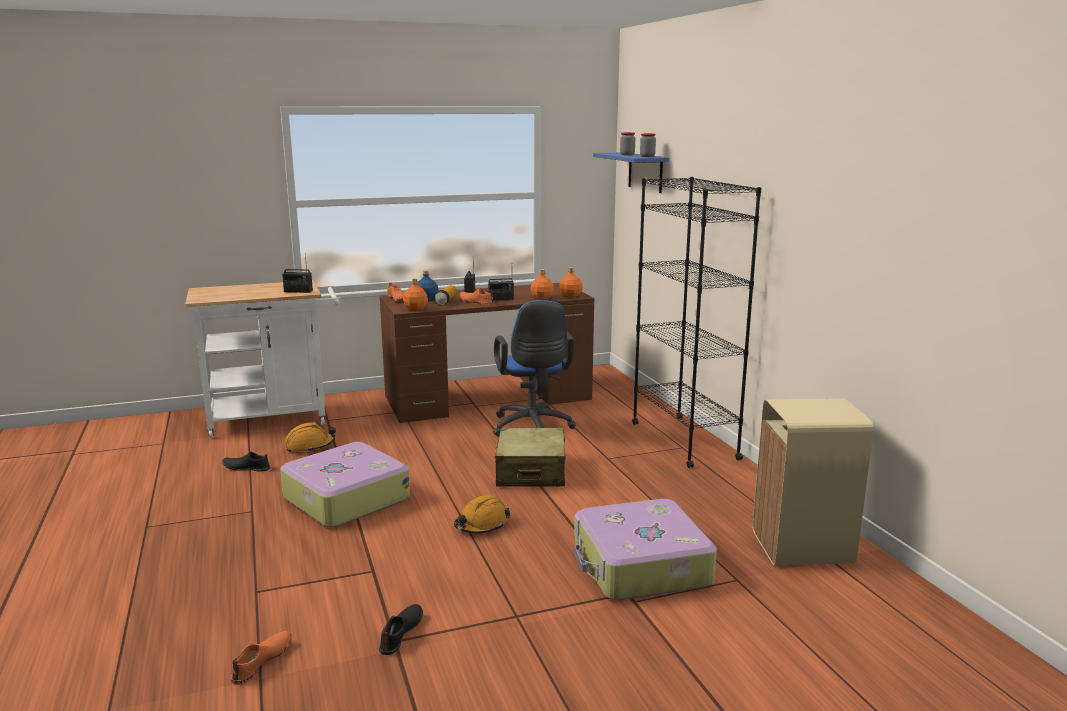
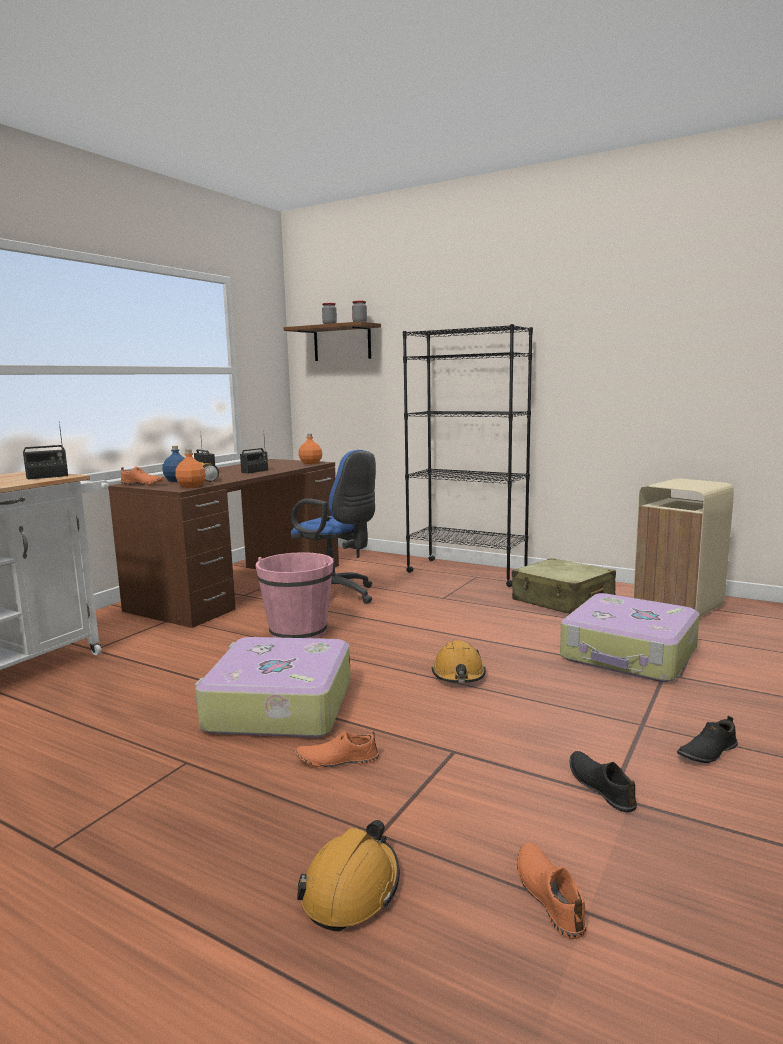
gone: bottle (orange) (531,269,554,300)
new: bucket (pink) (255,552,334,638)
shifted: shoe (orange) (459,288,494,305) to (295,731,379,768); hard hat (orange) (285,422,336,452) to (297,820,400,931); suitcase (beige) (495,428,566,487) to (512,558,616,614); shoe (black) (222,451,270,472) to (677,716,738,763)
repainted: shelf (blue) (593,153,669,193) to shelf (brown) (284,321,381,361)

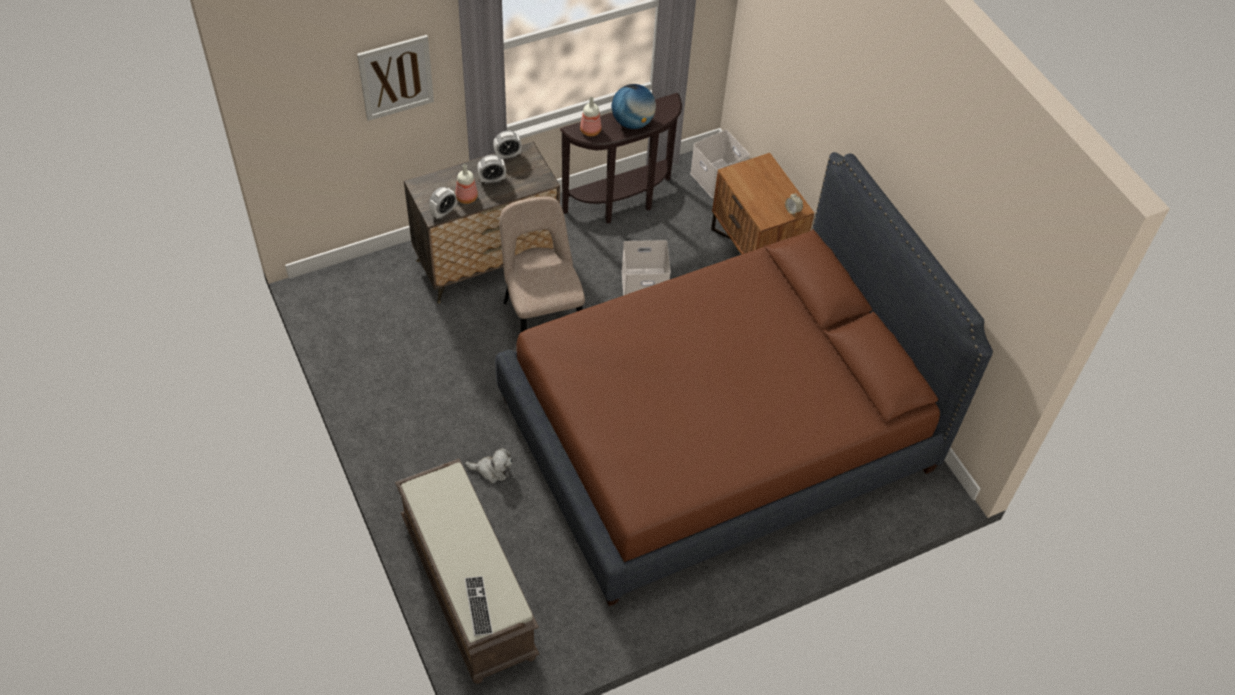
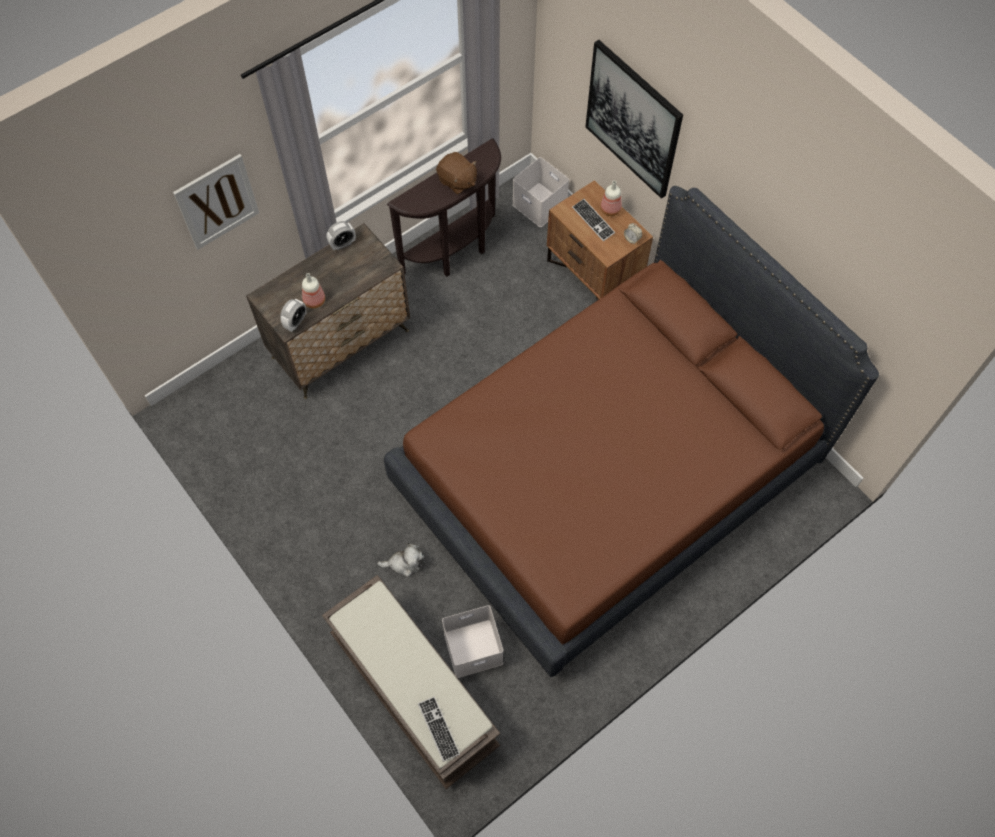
gone: alarm clock (477,155,506,184); chair (beige) (499,197,585,333)
new: keyboard (572,199,615,241); picture (585,40,683,199)
shifted: storage box (white) (622,240,671,296) to (442,605,503,678); bottle (580,97,602,136) to (600,181,622,216)
swapped: globe (612,84,656,129) to plush toy (brown) (436,152,477,195)

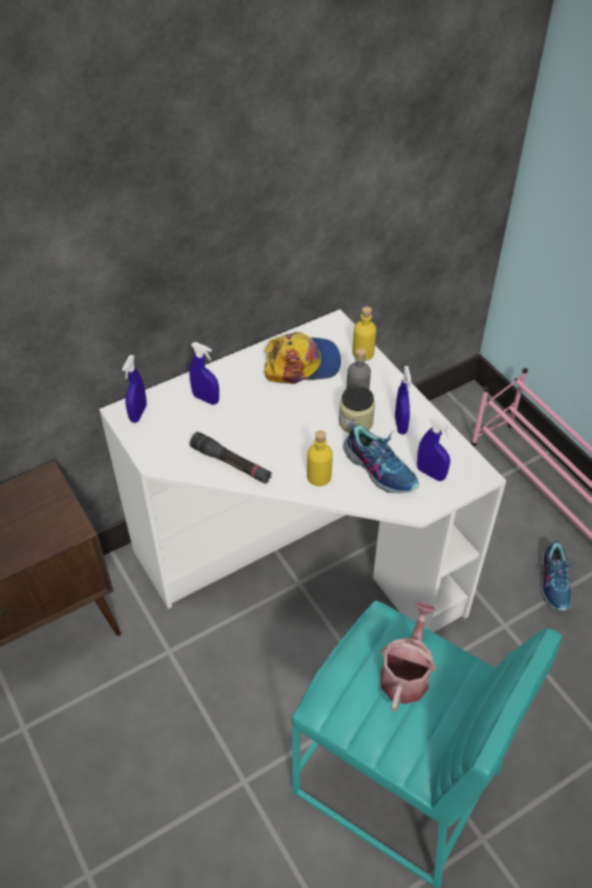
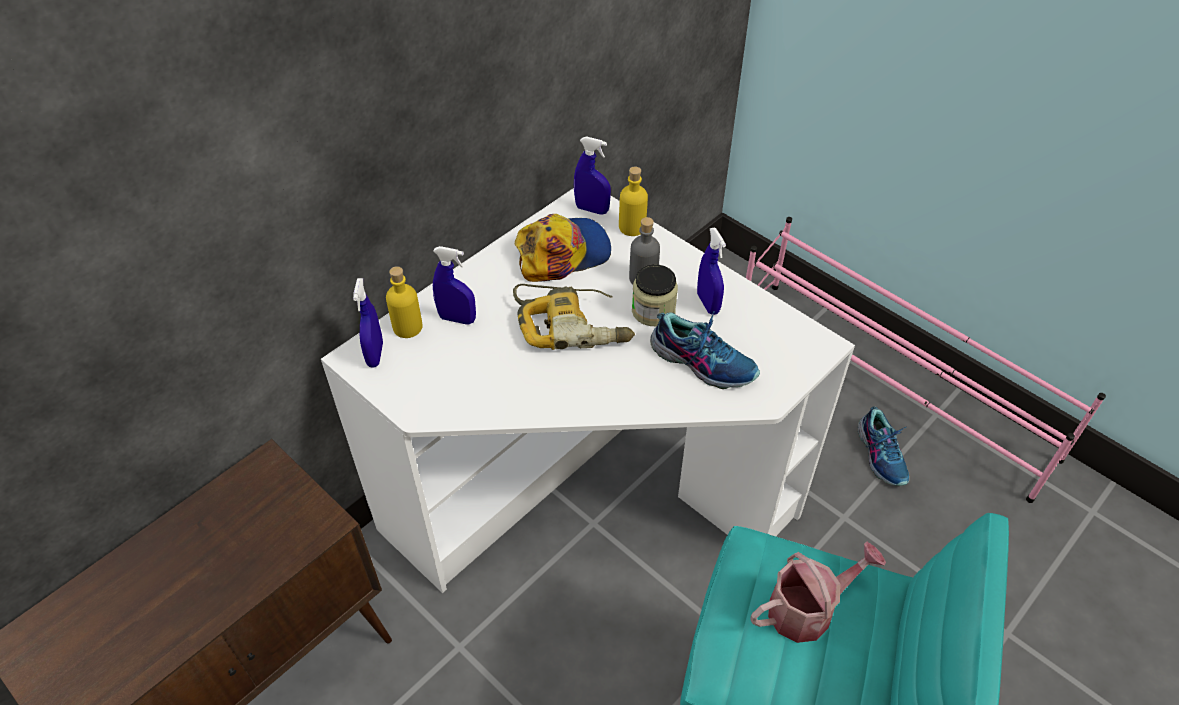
gone: flashlight (black) (190,432,272,484)
new: power drill (513,284,635,350)
shifted: bottle (yellow) (307,430,333,486) to (386,266,423,338); spray bottle (blue) (417,416,453,481) to (574,136,611,215)
rotated: watering can (381,602,436,712) = (750,542,886,643) 60 degrees clockwise

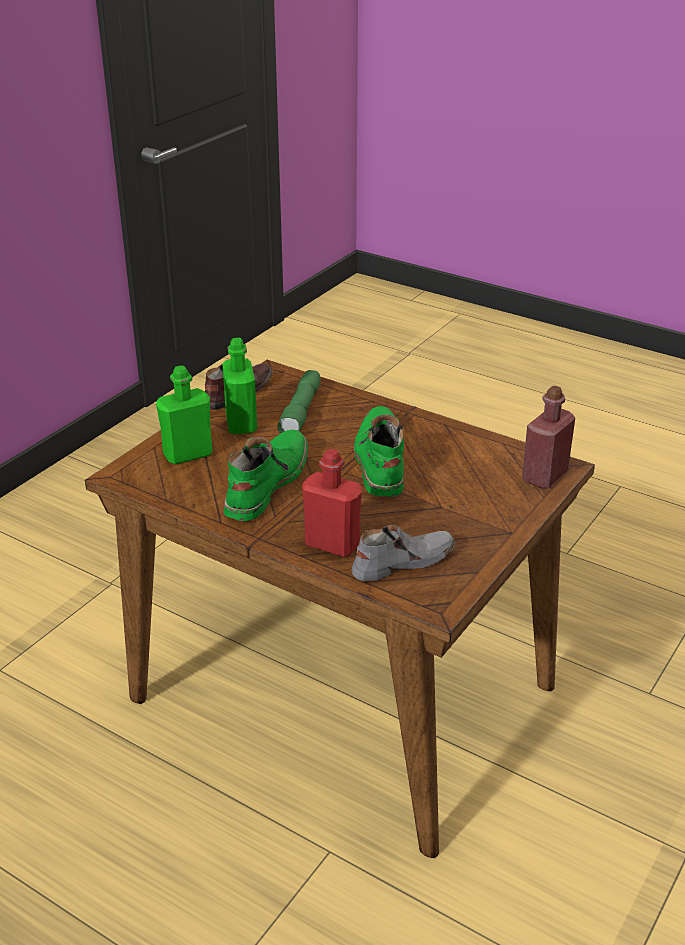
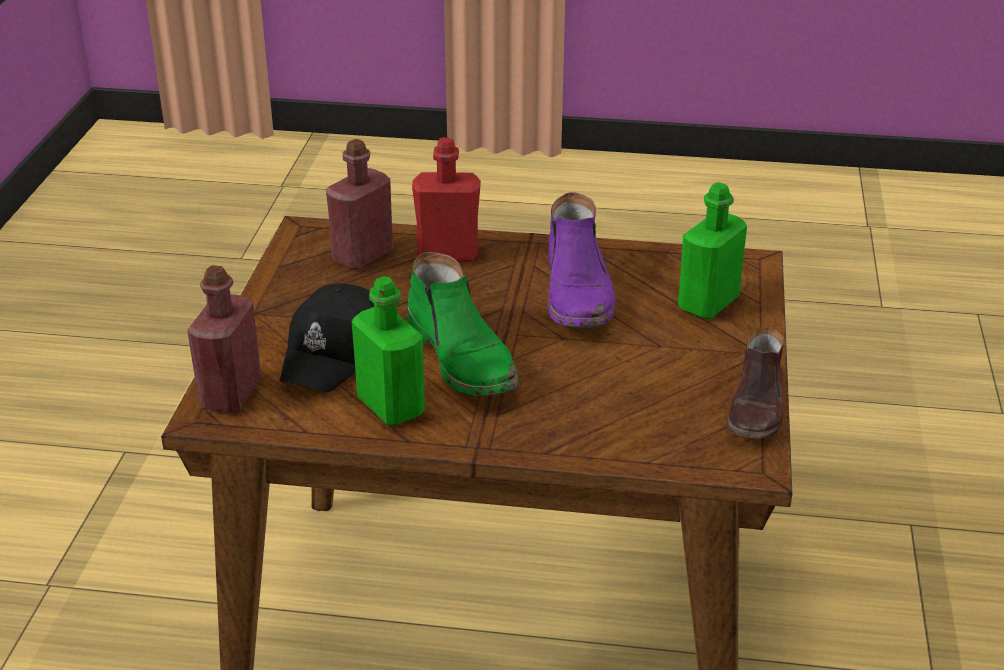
gone: flashlight (green) (277,370,321,433)
new: cap (black) (280,283,374,393)
shifted: bottle (green) (222,338,257,434) to (352,276,425,426)
swapped: shoe (grey) (352,524,456,581) to bottle (red) (326,139,393,270)
repainted: boot (green) (224,430,308,521) to boot (purple) (547,192,616,328)

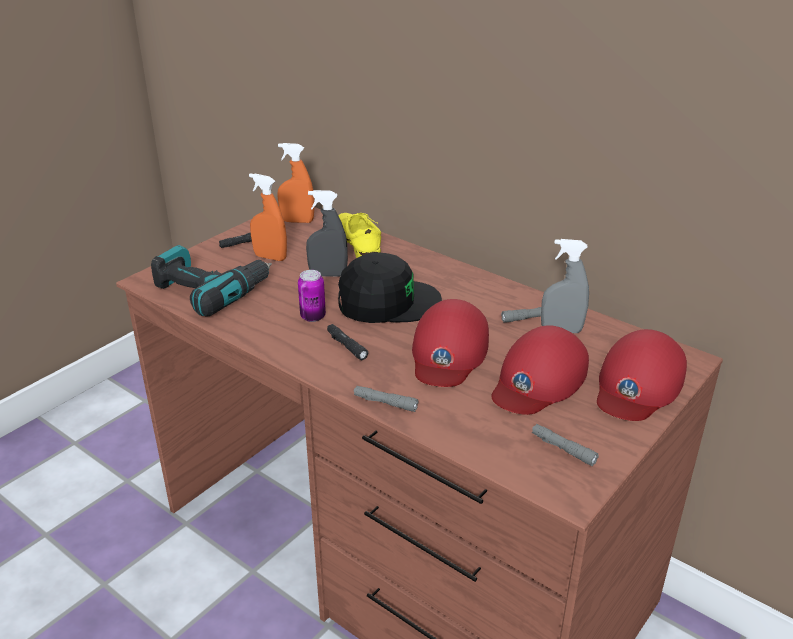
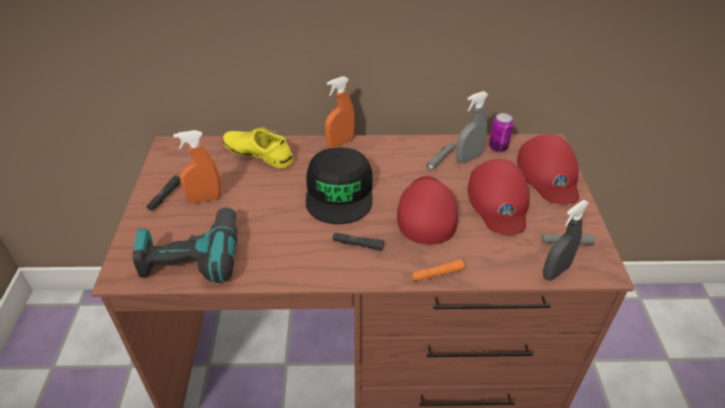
shifted: spray bottle (orange) (277,143,315,223) to (325,76,355,147); can (298,270,326,322) to (489,113,513,152); spray bottle (grey) (306,190,348,277) to (543,200,589,281)
repainted: flashlight (grey) (354,386,418,412) to flashlight (orange) (412,259,465,281)
rotated: cap (black) (338,252,442,323) = (306,147,372,224) 135 degrees clockwise; cap (red) (412,299,489,387) = (397,176,458,245) 150 degrees counterclockwise

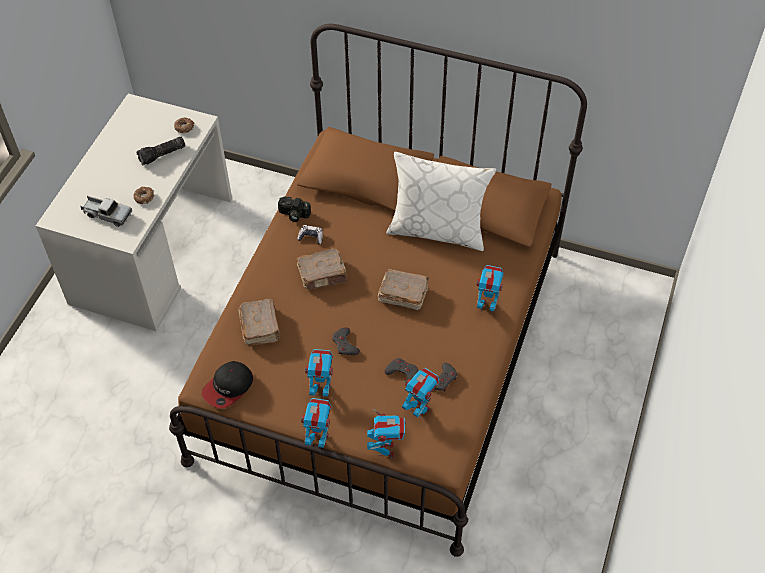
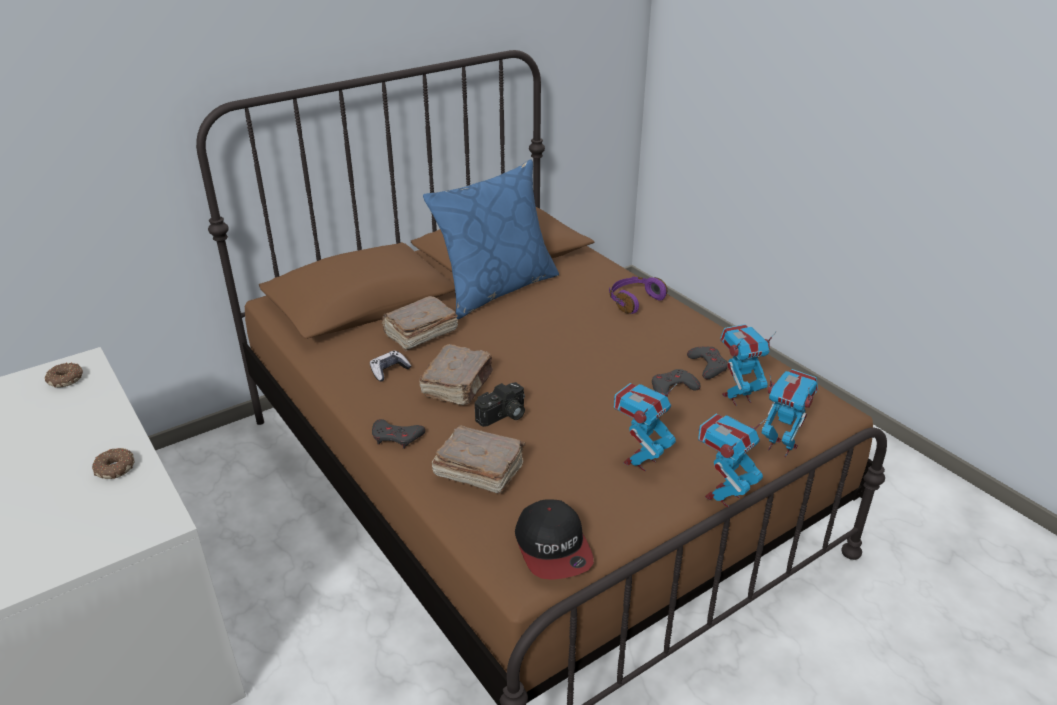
gone: toy truck (80,196,132,227); flashlight (137,137,185,165)
shifted: game controller (grey) (332,327,360,355) to (372,419,425,449); book (brown) (378,269,429,310) to (381,296,458,352); photo camera (278,196,311,222) to (475,382,525,427)
swapped: toy robot (477,265,504,314) to headphones (purple) (609,277,667,314)
repainted: pillow (white) (386,152,496,251) to pillow (blue) (423,159,559,319)

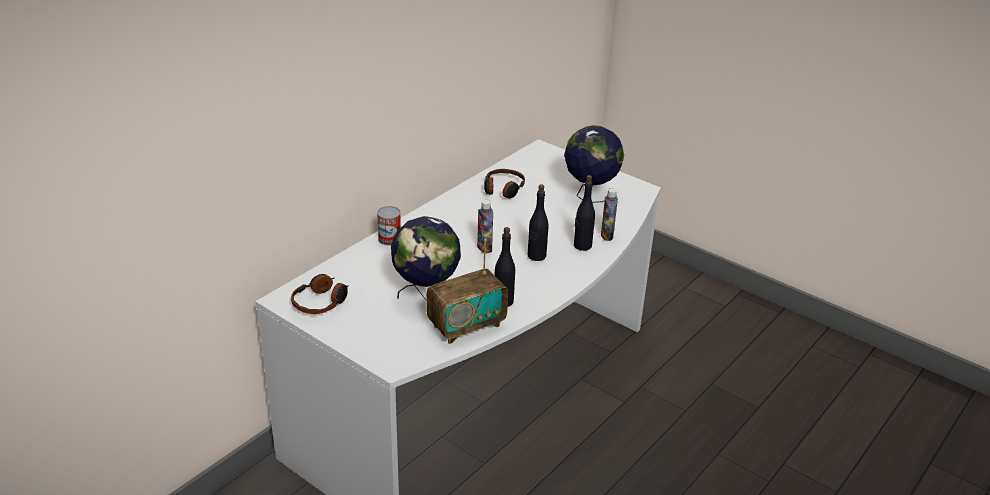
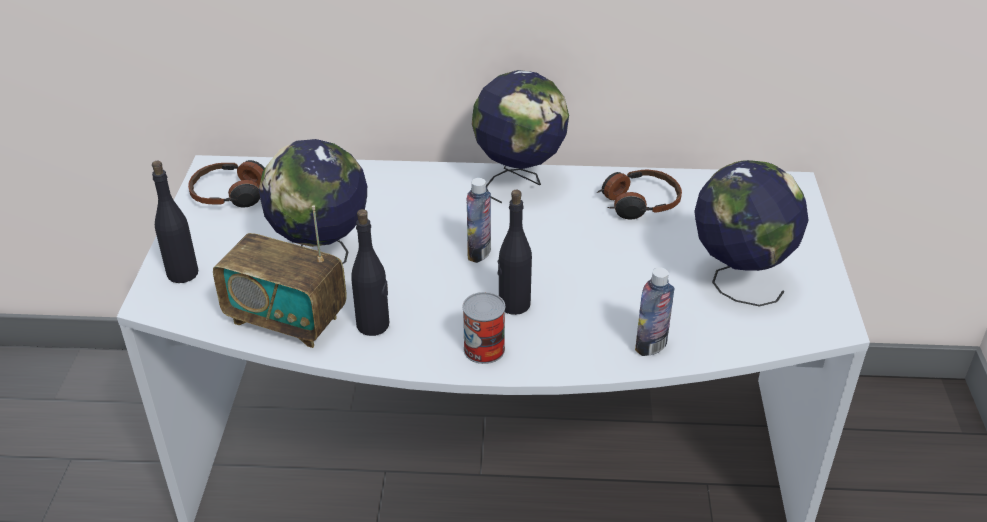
new: globe (472,70,569,203)
shifted: bottle (black) (574,175,595,251) to (152,161,198,283); can (377,206,401,246) to (462,292,505,364)

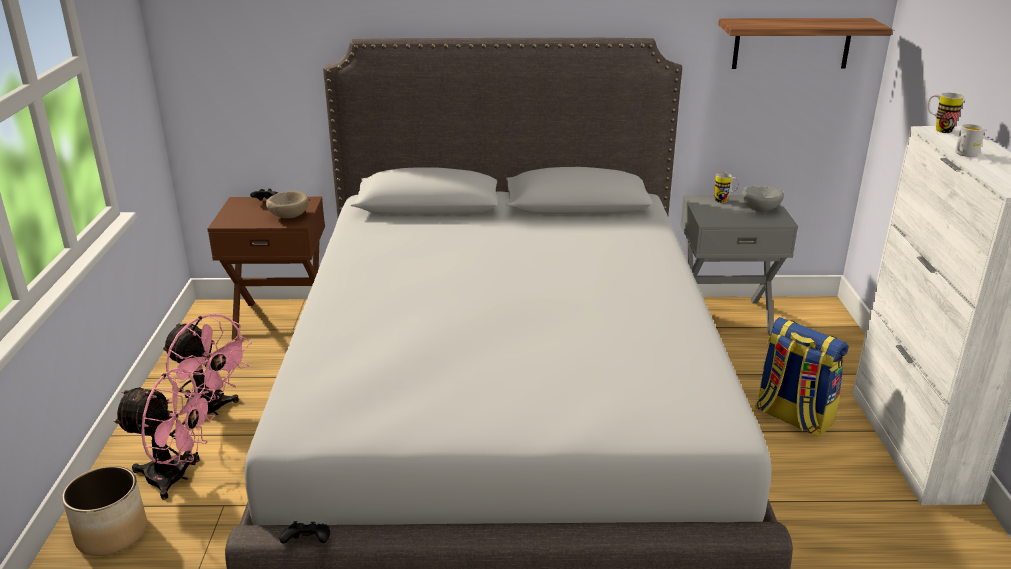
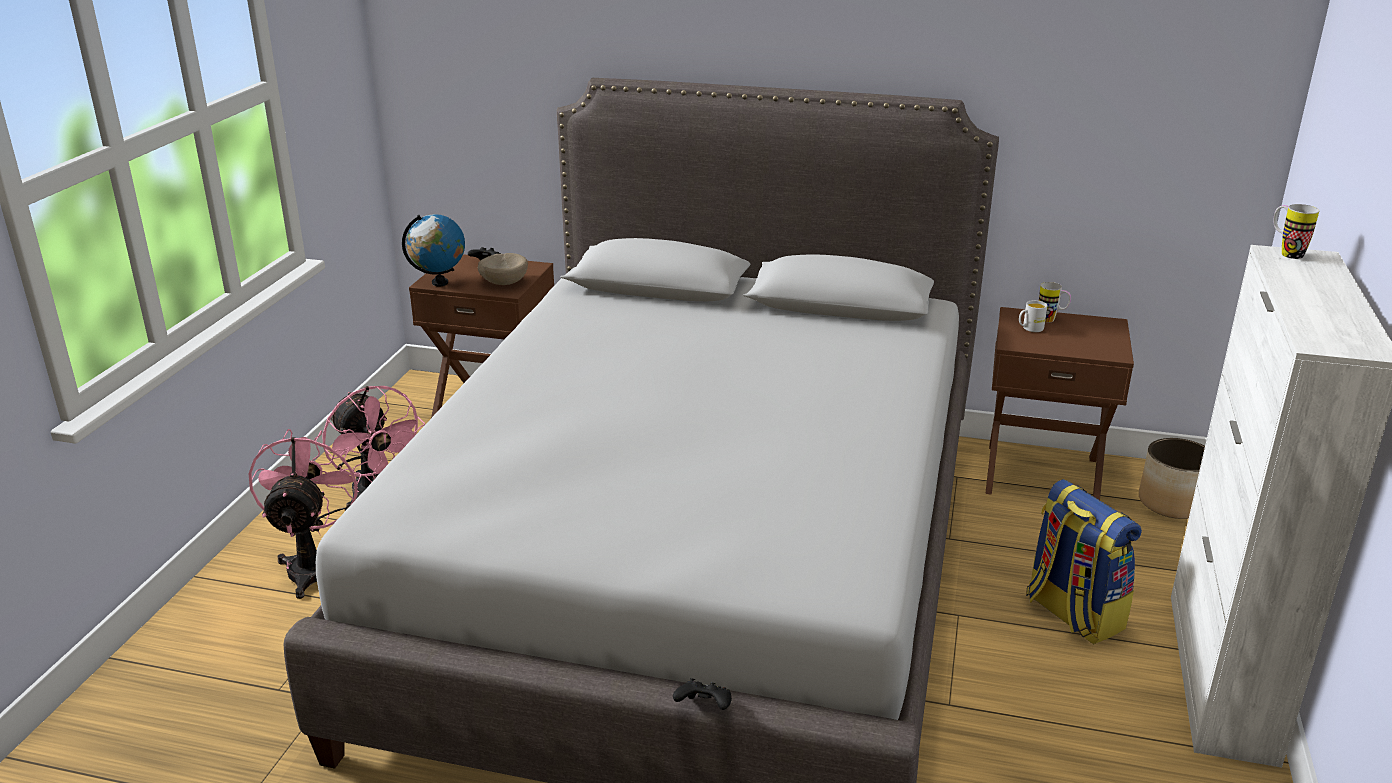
gone: shelf (718,18,892,69); bowl (grey) (742,185,784,212)
new: globe (402,214,465,286)
shifted: game controller (black) (279,521,330,543) to (673,678,732,710); mug (white) (955,124,985,157) to (1019,300,1047,332); planter (62,466,147,556) to (1139,438,1205,519)
repainted: nightstand (grey) (680,195,798,336) to nightstand (brown) (986,307,1134,500)
rotated: fan (pink) (113,368,216,500) = (248,429,362,599) 120 degrees counterclockwise

